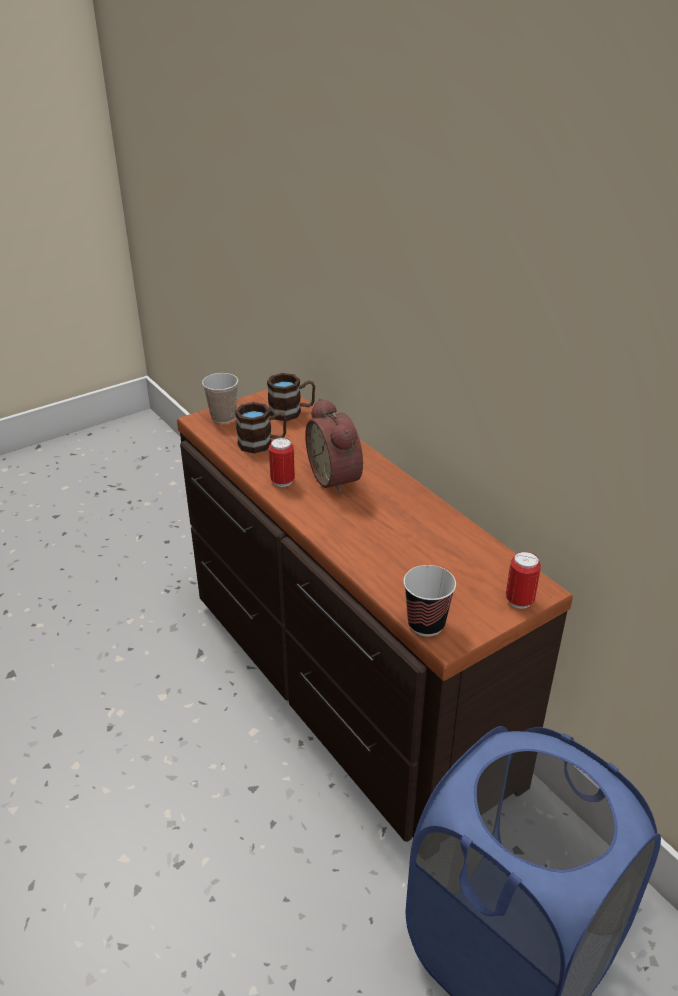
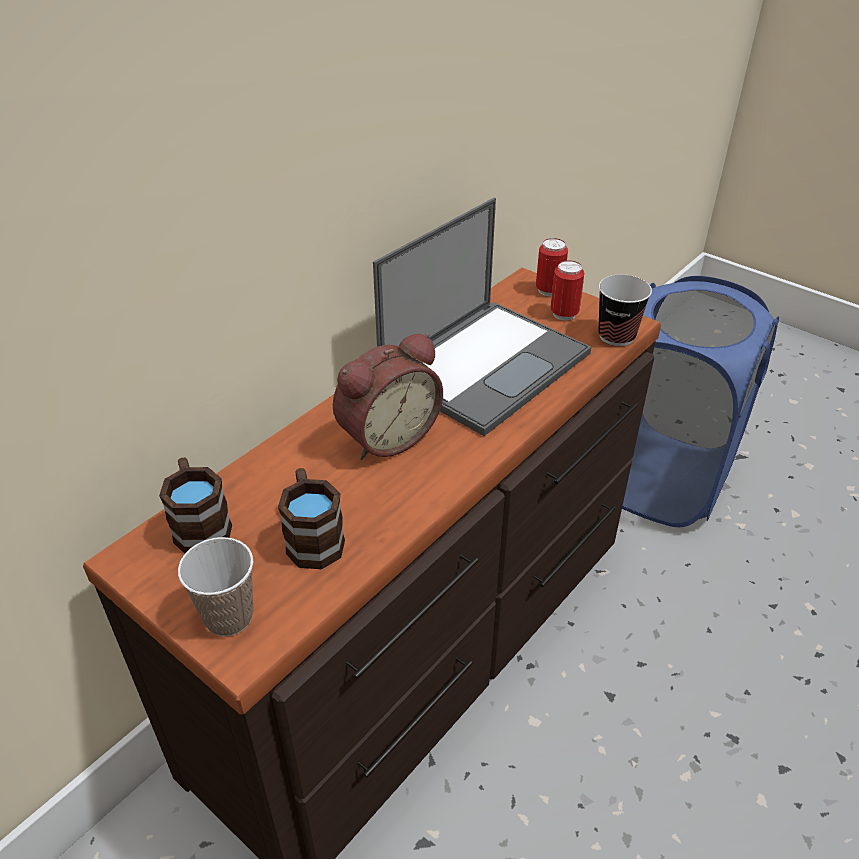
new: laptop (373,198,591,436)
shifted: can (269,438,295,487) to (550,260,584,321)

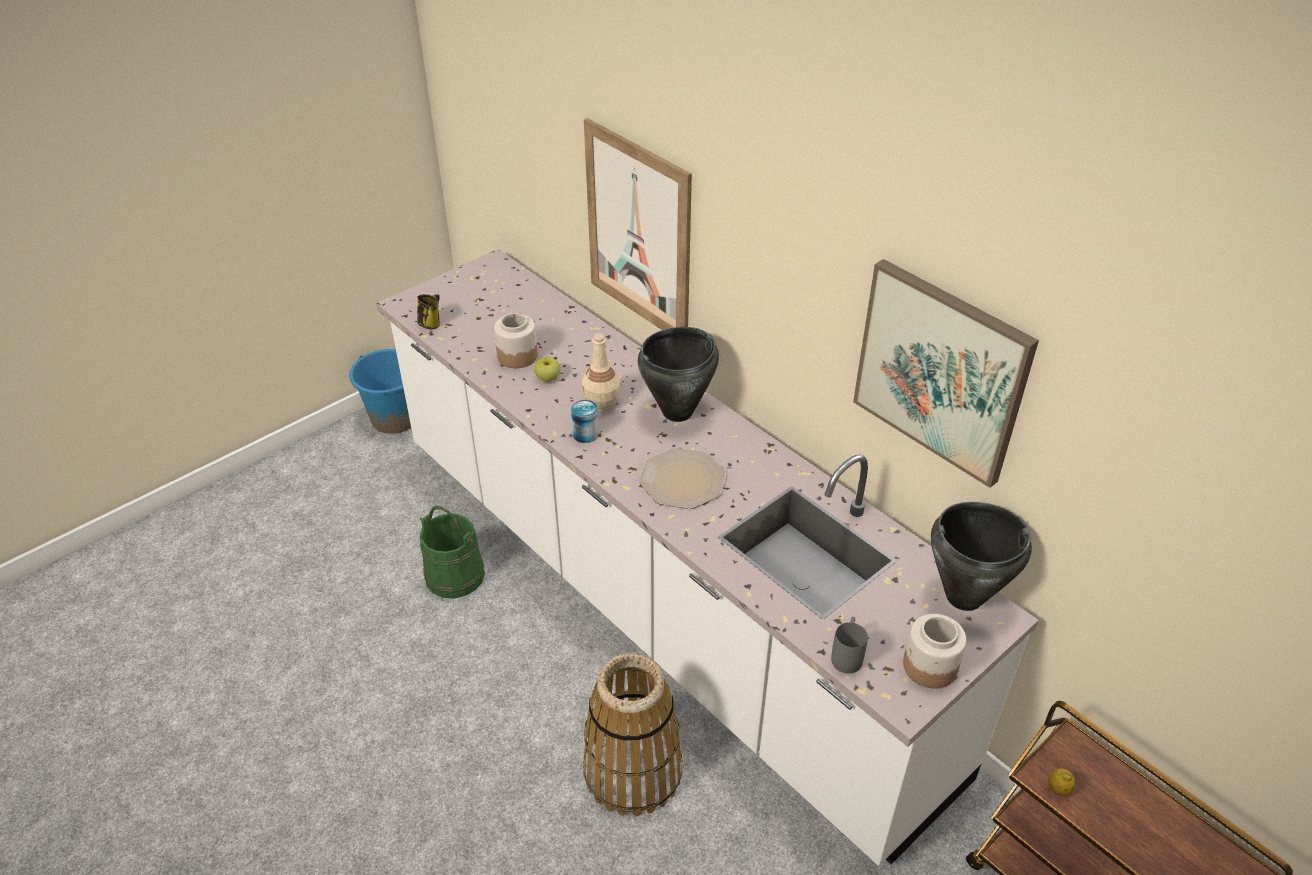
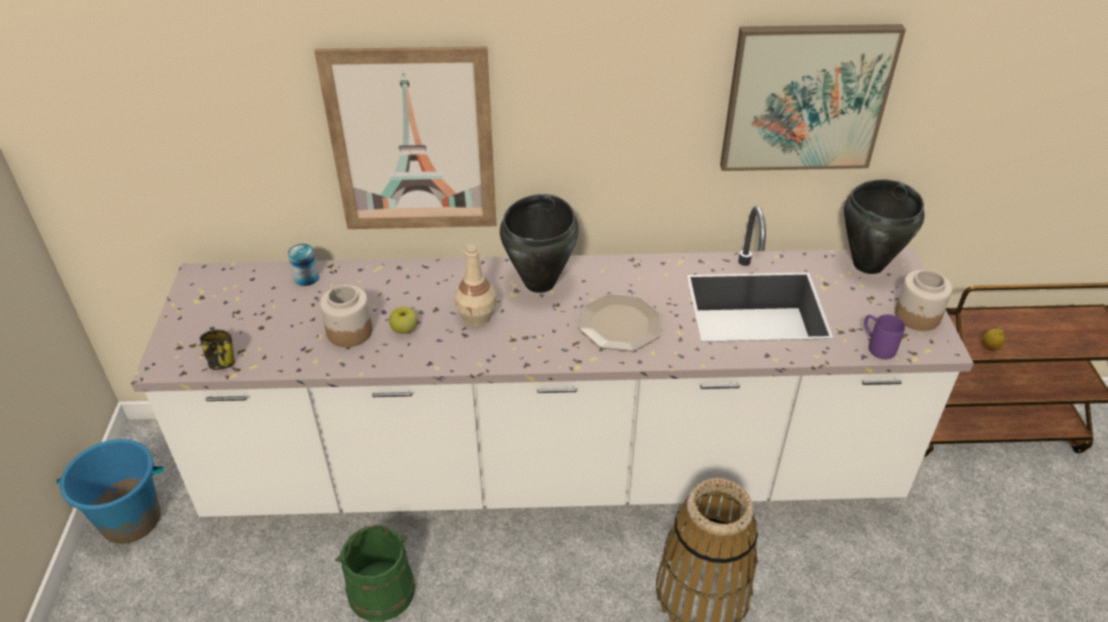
shifted: can (571,400,598,443) to (288,244,320,286)
repainted: mug (grey) (831,617,868,674) to mug (purple) (864,314,905,359)

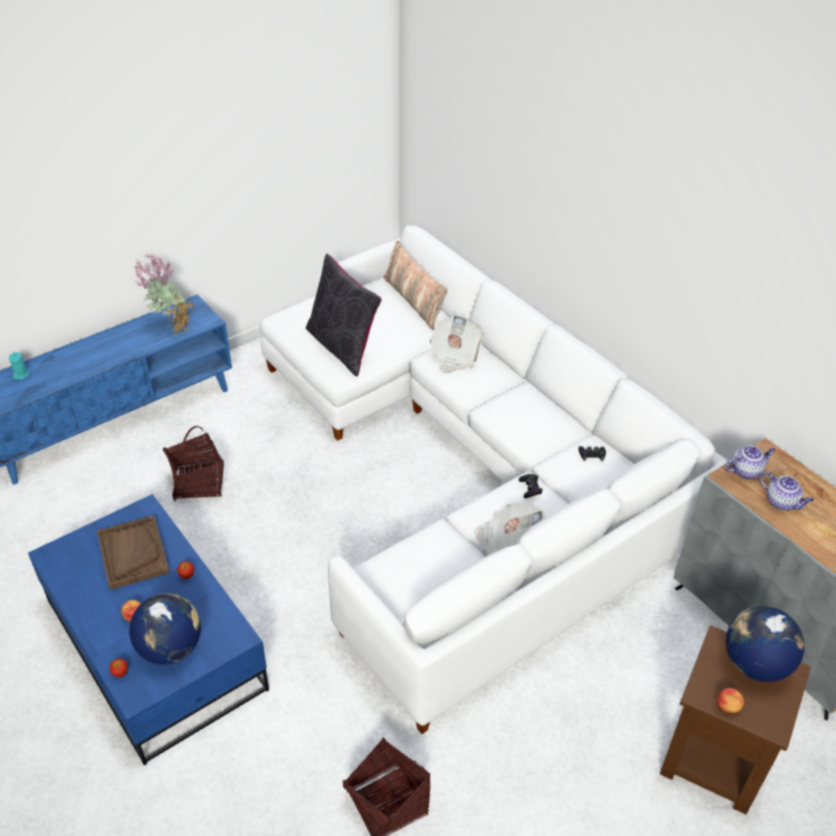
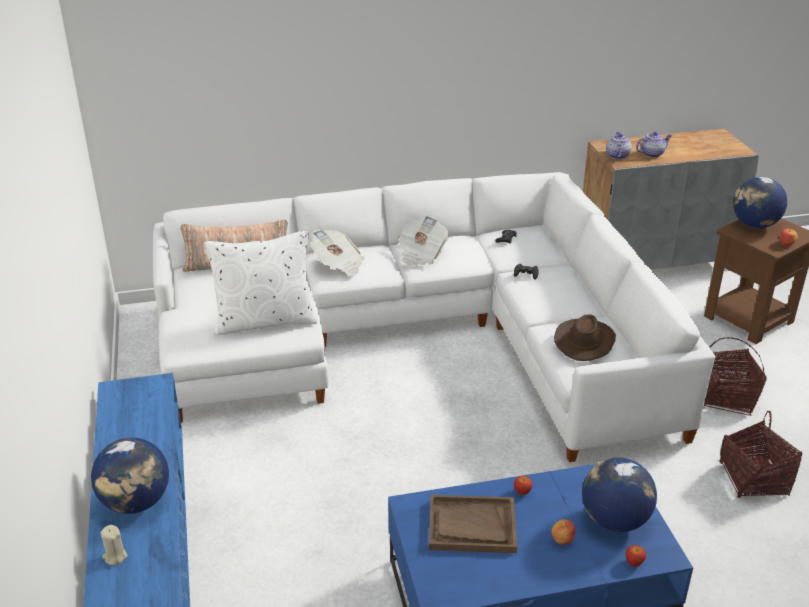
gone: potted plant (134,253,194,336)
new: globe (91,438,169,514); hat (brown) (554,314,616,361)
shifted: newspaper (474,501,545,556) to (397,216,449,266); basket (163,426,224,502) to (704,337,767,416)
repainted: candle (turquoise) (9,352,29,380) to candle (beige) (100,525,128,565); pillow (black) (306,254,382,377) to pillow (white) (204,231,318,336)

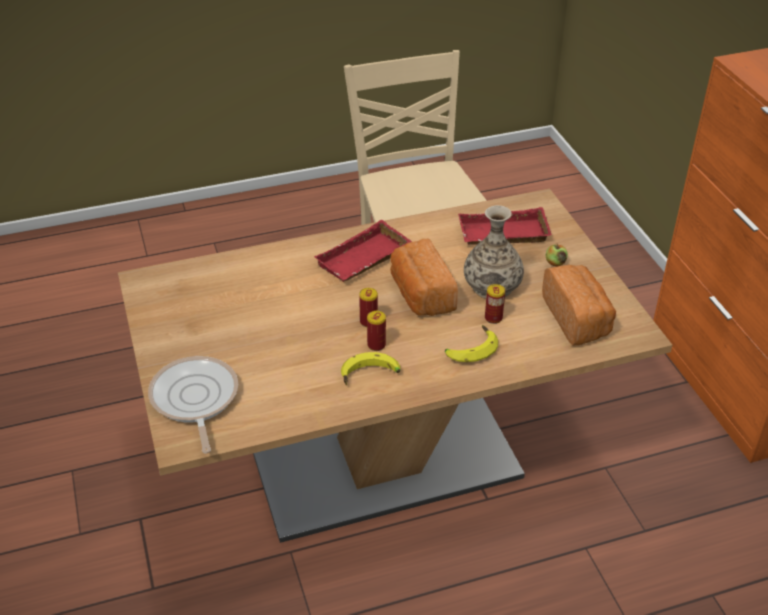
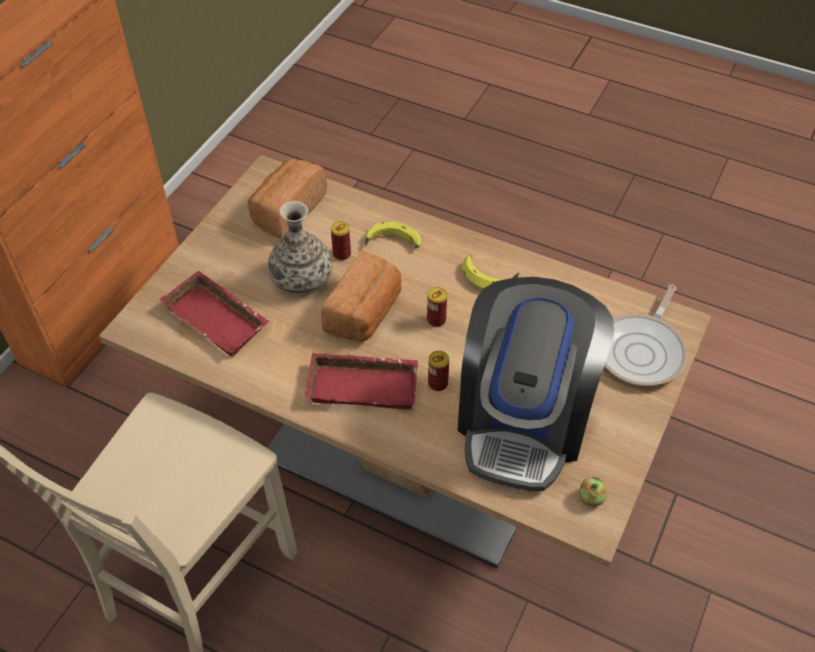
new: coffee machine (458,277,614,491)
shifted: can (367,311,386,351) to (428,351,449,391); apple (545,243,568,266) to (579,477,607,507)

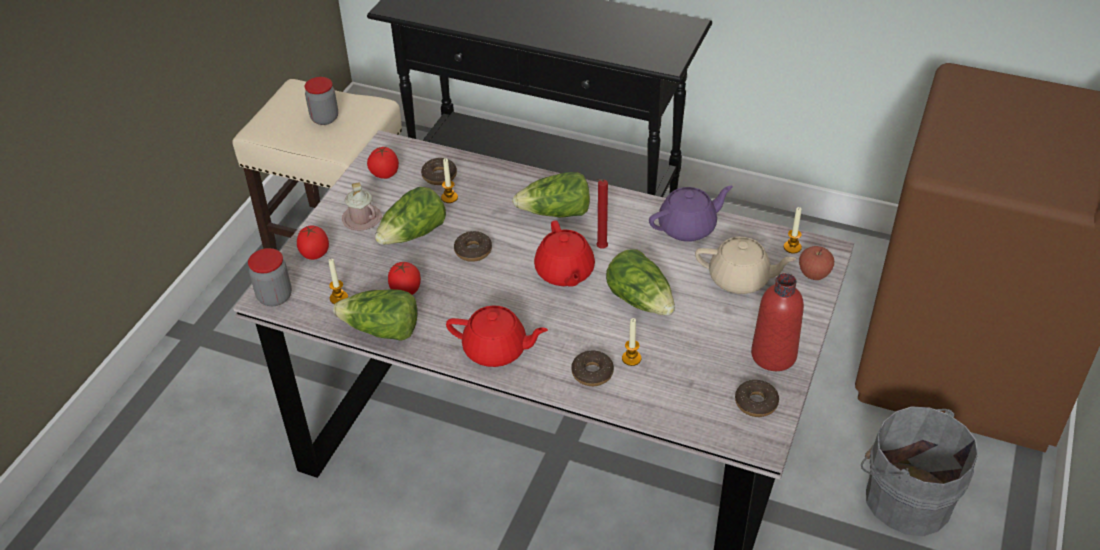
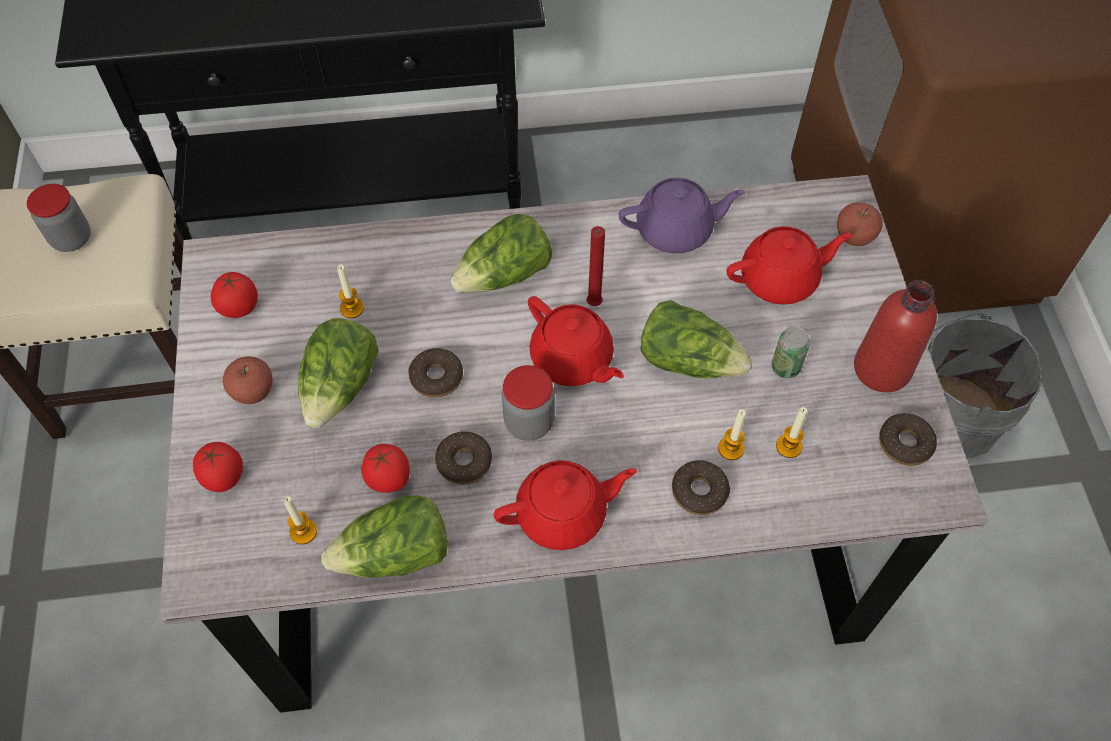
new: can (771,327,810,379)
shifted: donut (421,158,457,185) to (435,431,492,485); jar (248,248,292,306) to (502,365,555,441); candle (784,207,802,254) to (776,407,807,458)
swapped: mug (pink) (342,182,381,231) to apple (223,356,273,404)
repainted: teapot (beige) (695,237,796,294) to teapot (red) (727,226,852,305)
rotated: teapot (purple) (649,186,733,242) = (619,178,745,253) 45 degrees clockwise

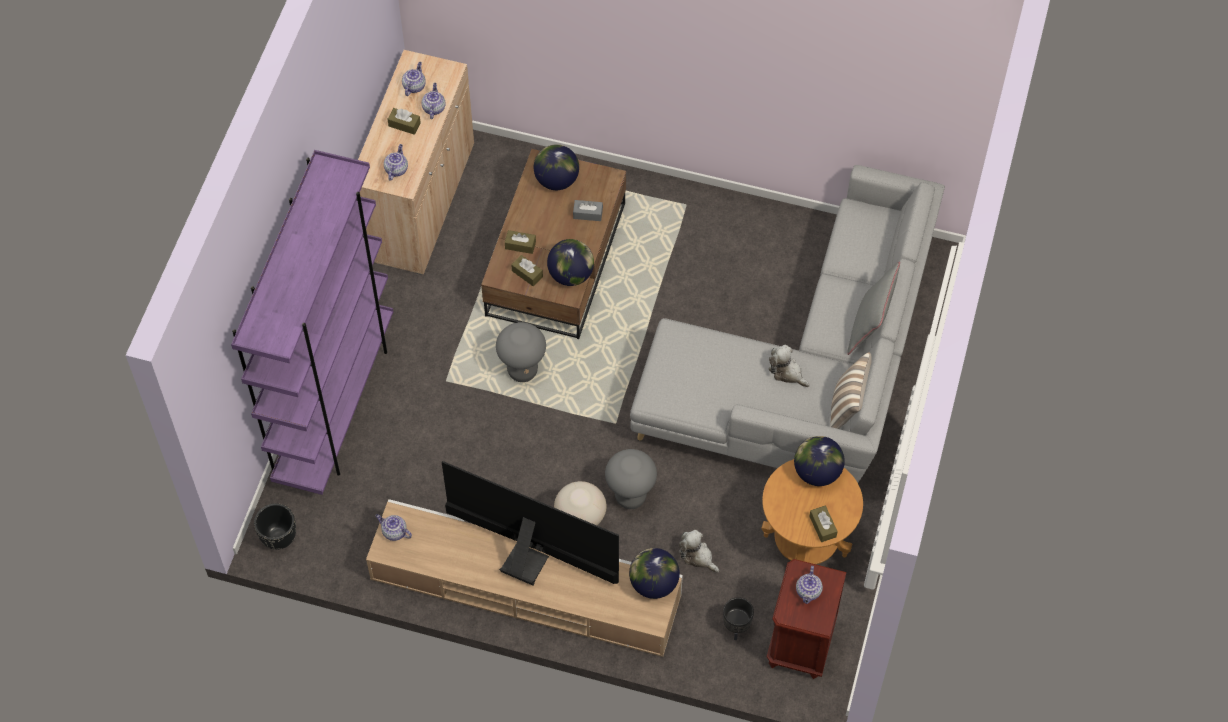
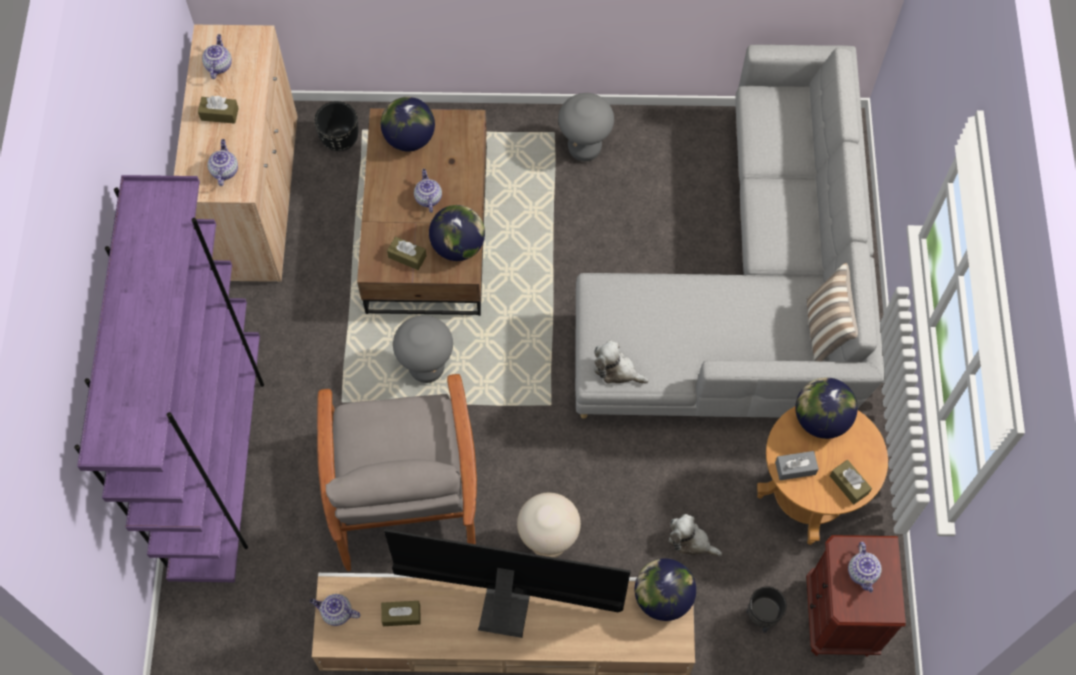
gone: pillow (grey) (847,262,900,355)
new: armchair (grey) (317,374,477,571)
shifted: planter (black) (254,503,296,550) to (314,101,359,151); tissue box (brown) (505,230,536,254) to (381,601,421,626); teapot (421,83,445,119) to (414,169,442,213); stool (grey) (605,449,657,509) to (558,93,614,161); plush toy (769,345,810,387) to (594,340,649,384); tissue box (grey) (573,200,603,221) to (775,451,819,480)

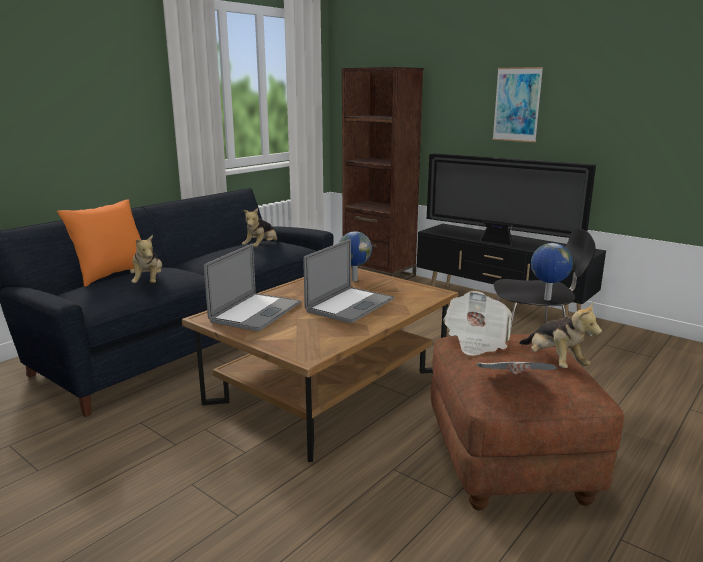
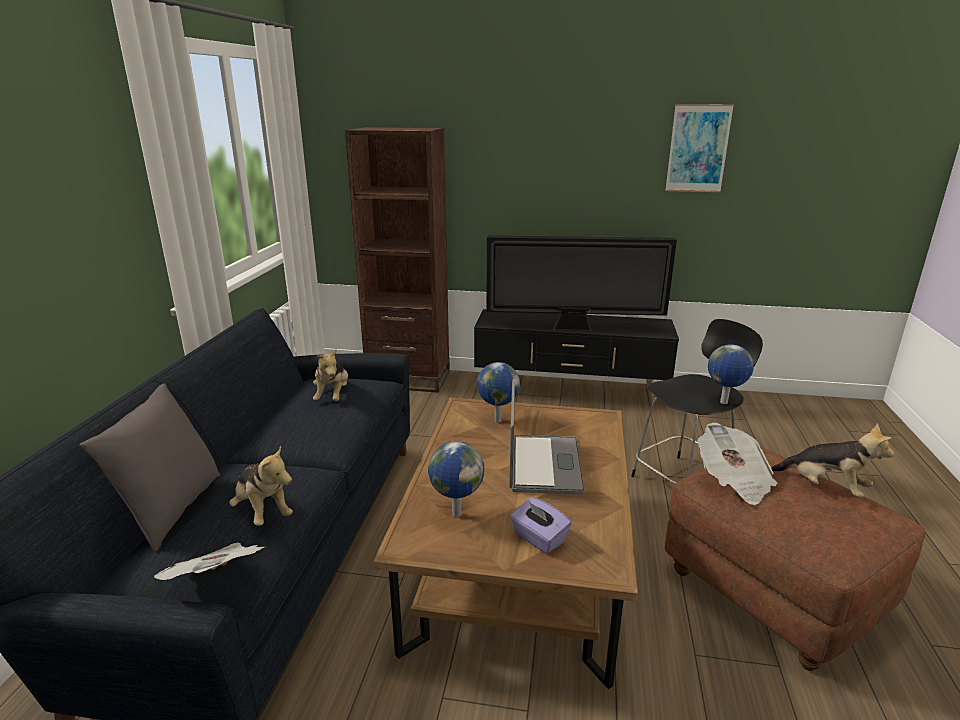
new: tissue box (purple) (510,497,571,554)
shifted: newspaper (476,362,557,375) to (154,542,264,580); picture (492,67,543,142) to (665,104,734,192)
swapped: laptop (204,244,301,331) to globe (428,441,484,517)
repainted: pillow (orange) (57,199,141,287) to pillow (grey) (79,384,220,552)

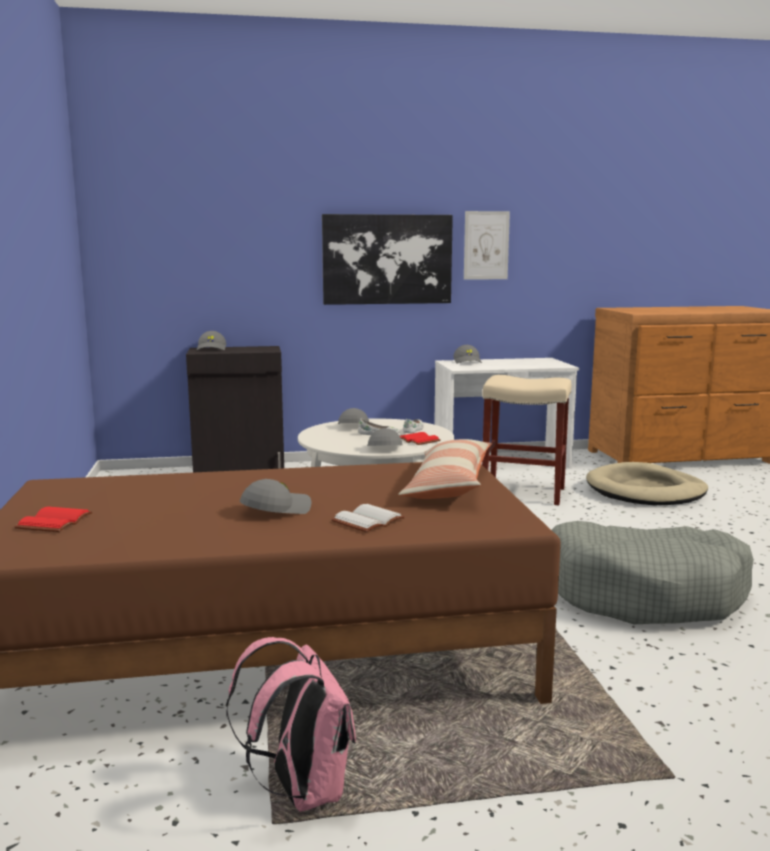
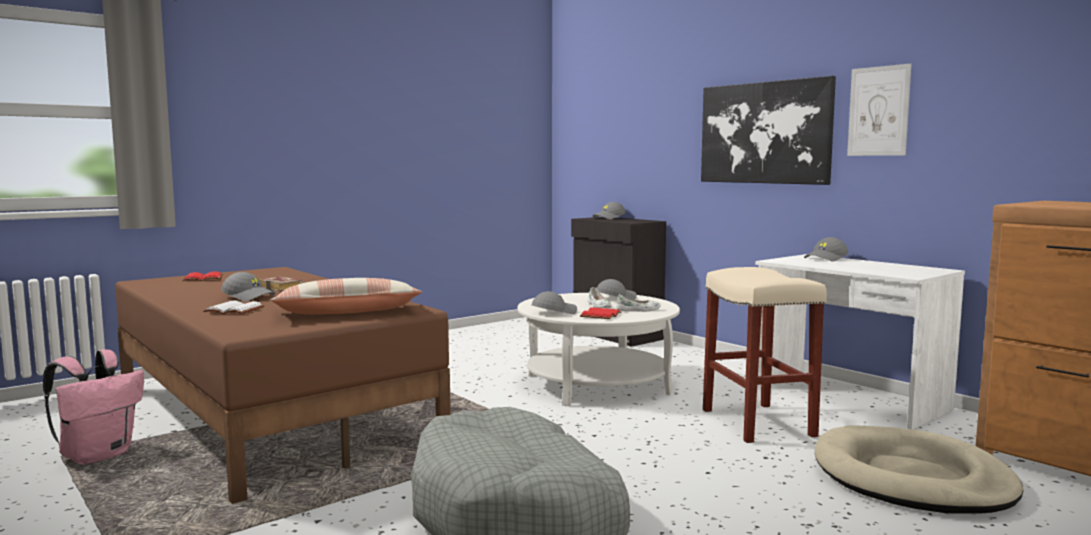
new: book (259,277,302,292)

